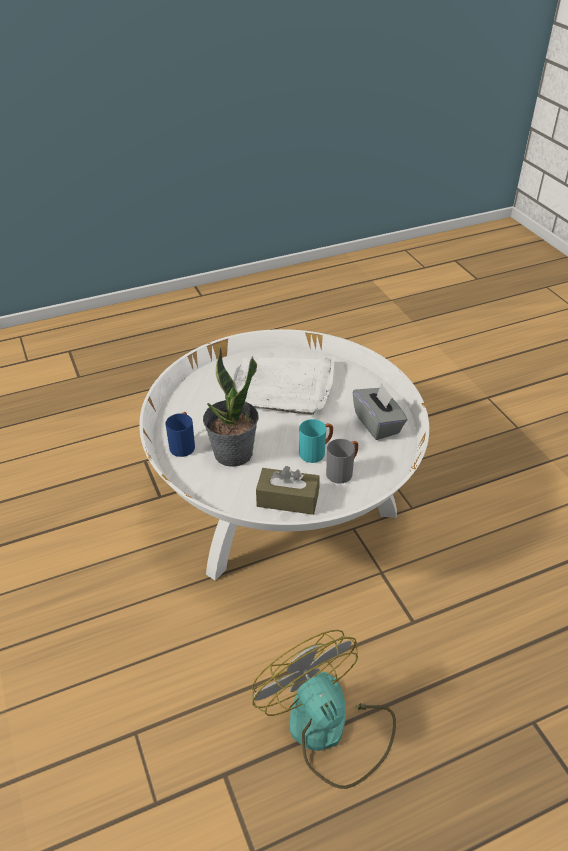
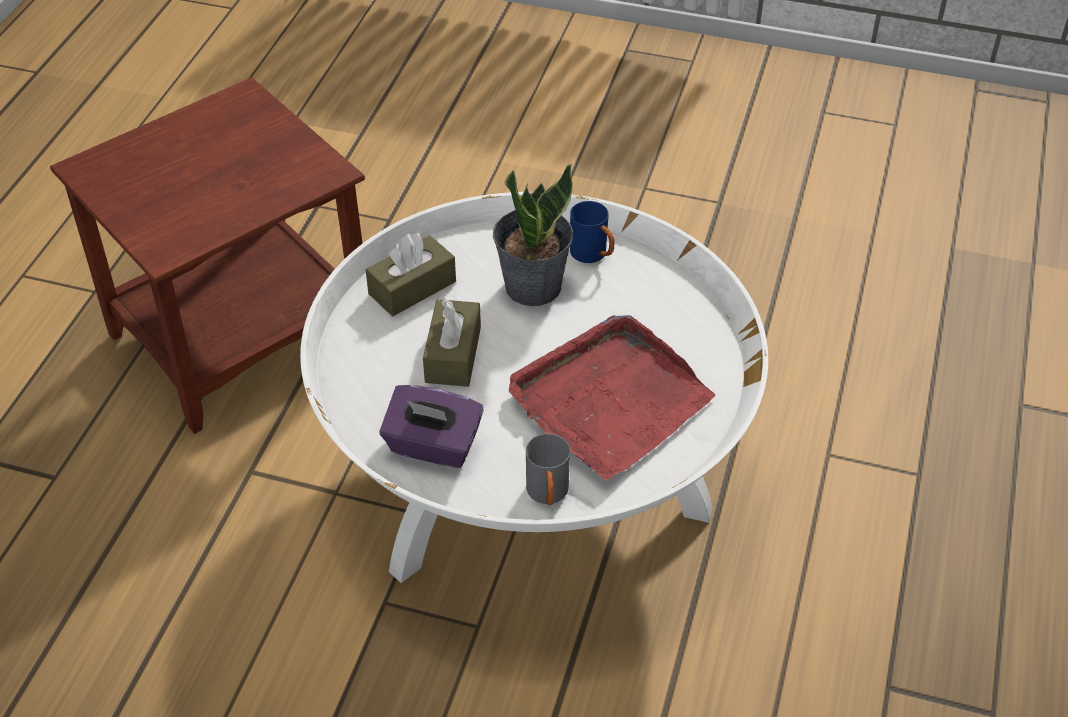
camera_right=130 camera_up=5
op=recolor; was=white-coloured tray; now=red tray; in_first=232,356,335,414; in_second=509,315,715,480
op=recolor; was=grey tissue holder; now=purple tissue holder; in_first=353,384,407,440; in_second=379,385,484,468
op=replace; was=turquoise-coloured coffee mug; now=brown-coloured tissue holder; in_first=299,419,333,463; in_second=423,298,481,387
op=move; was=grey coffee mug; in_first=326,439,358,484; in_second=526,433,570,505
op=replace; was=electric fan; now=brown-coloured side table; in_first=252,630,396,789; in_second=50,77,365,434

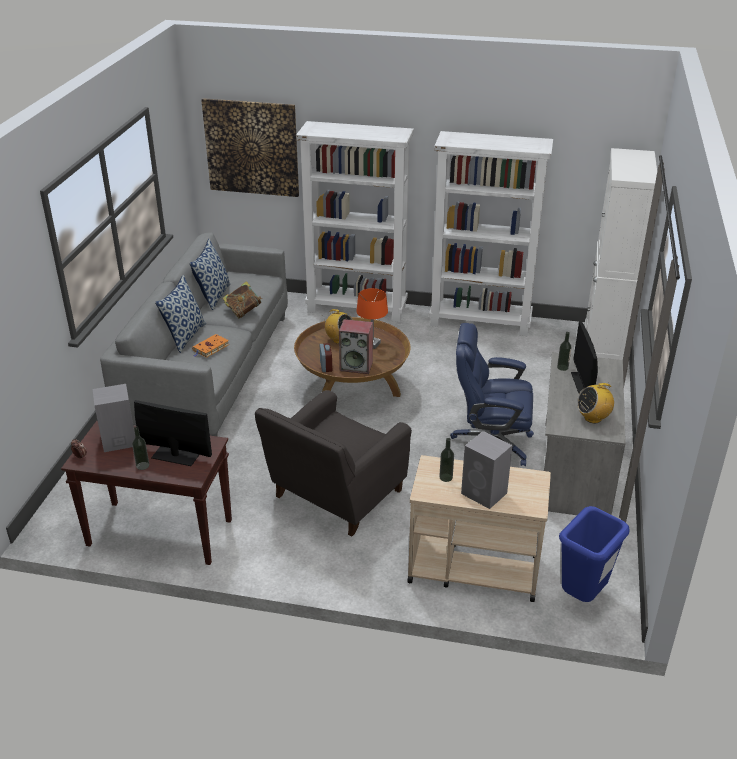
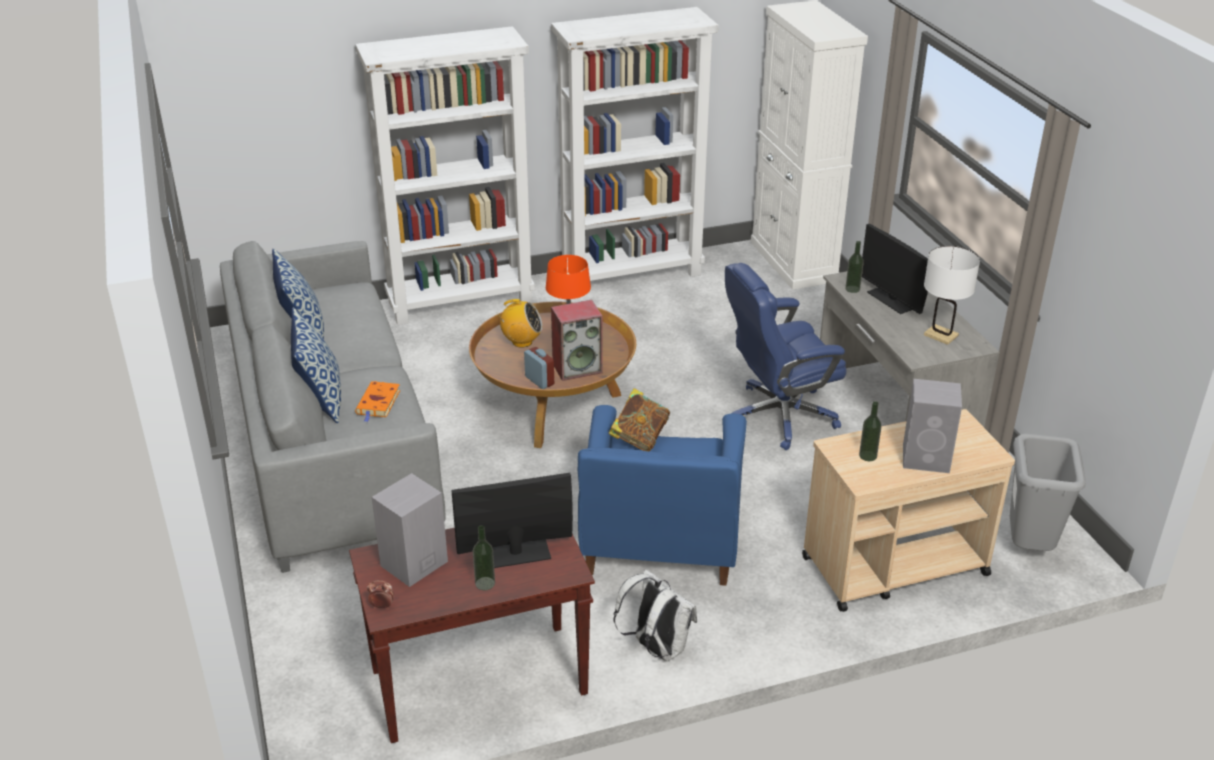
camera_right=-30 camera_up=0
op=delete; was=picture; in_first=201,98,299,197
op=move; was=book; in_first=222,281,263,318; in_second=609,388,670,451
op=replace; was=radio receiver; now=white-coloured lamp for a table; in_first=577,383,614,423; in_second=924,246,980,345
op=recolor; was=grey armchair; now=blue-coloured armchair; in_first=255,390,412,537; in_second=578,405,747,586
op=recolor; was=blue-coloured waste bin; now=grey waste bin; in_first=559,506,629,602; in_second=1010,434,1086,551
op=insert; now=white-coloured backpack; in_second=614,569,697,661

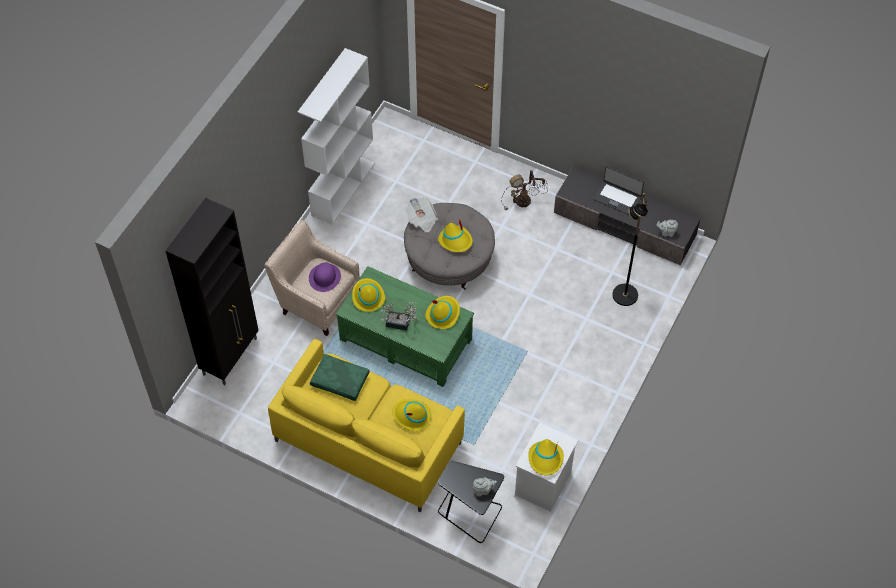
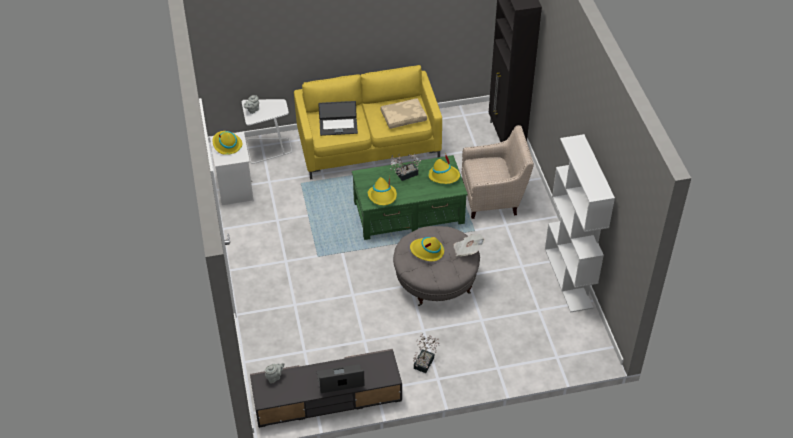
camera_right=140 camera_up=-10
op=replace; was=lamp for a table; now=potted plant; in_first=501,170,548,210; in_second=413,333,440,373
op=delete; was=black-coloured standing lamp; in_first=612,193,648,306
op=delete; was=purple clothing hat; in_first=309,262,341,292
op=recolor; was=green pillow; now=sand-coloured pillow; in_first=310,354,370,401; in_second=380,98,427,129
op=replace; was=yellow clothing hat; now=laptop; in_first=392,399,431,432; in_second=318,101,358,136
op=recolor; was=black-coloured side table; now=white-coloured side table; in_first=438,461,504,543; in_second=242,99,292,164

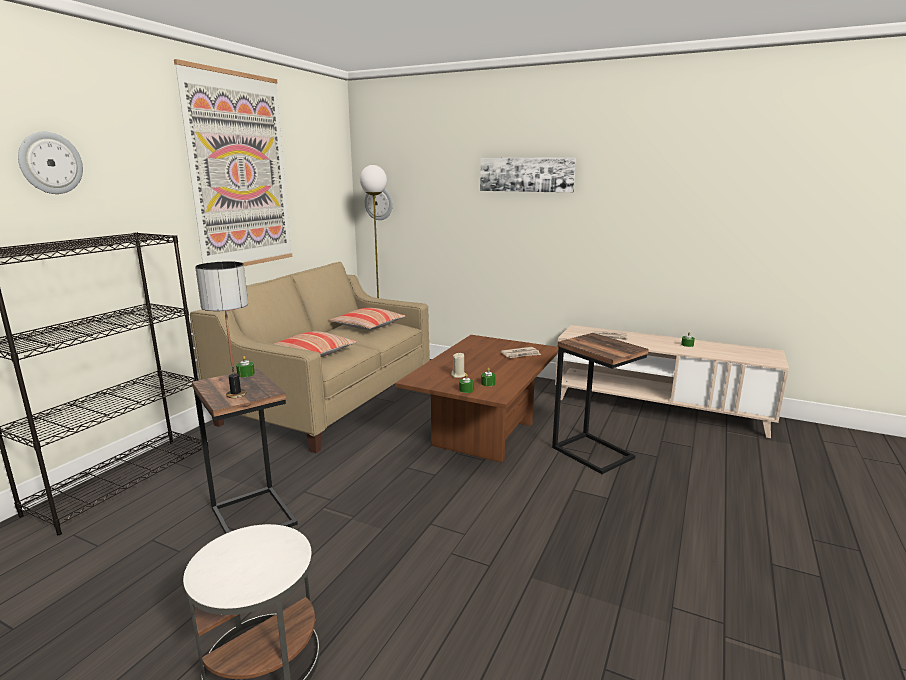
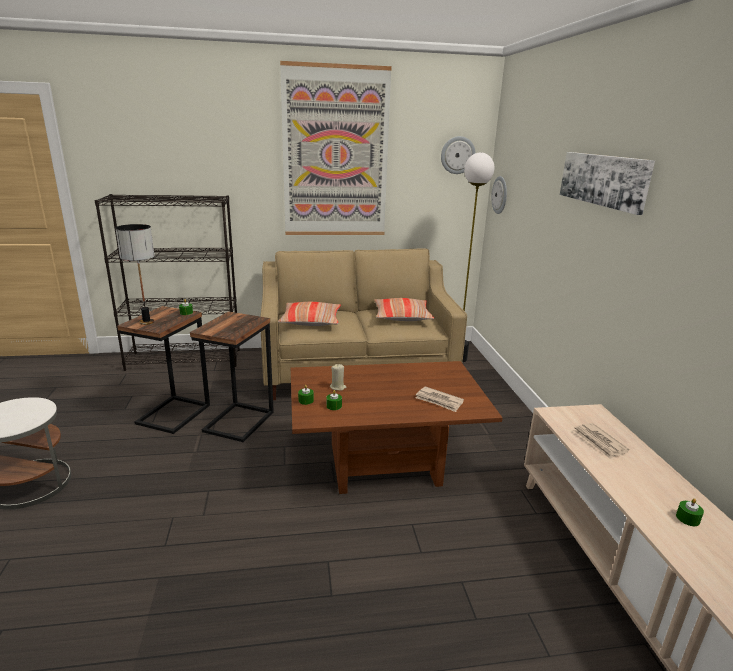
camera_right=55 camera_up=5
op=move; was=wall clock; in_first=18,132,83,194; in_second=441,136,476,174
op=move; was=side table; in_first=552,333,649,474; in_second=190,311,274,442

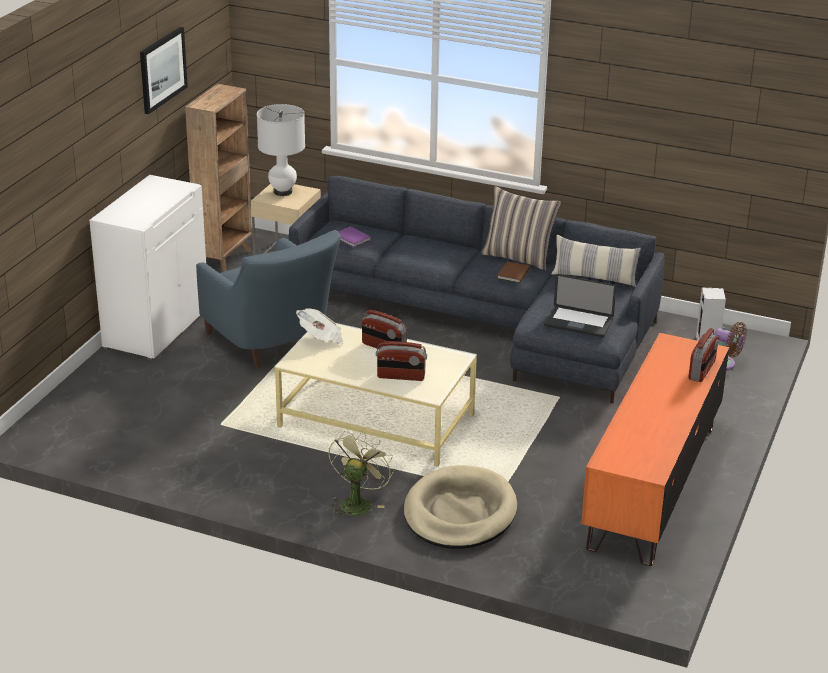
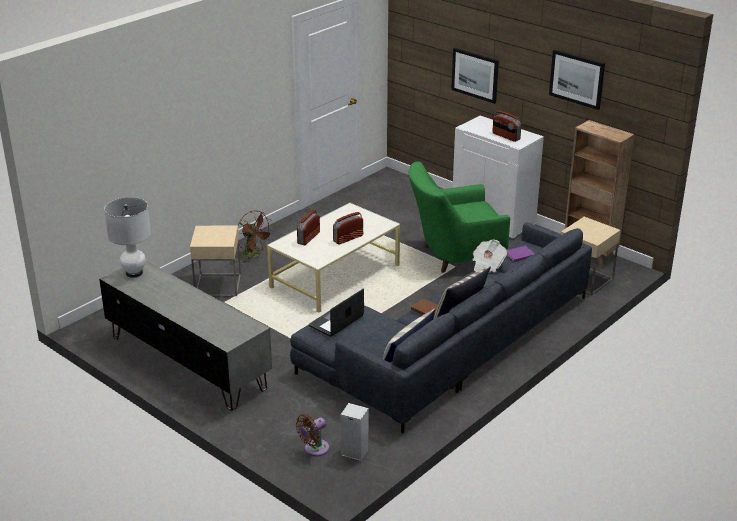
camera_right=110 camera_up=0
op=move; was=white-coloured lamp for a table; in_first=257,104,305,196; in_second=104,197,151,278
op=recolor; was=blue-coloured armchair; now=green armchair; in_first=196,230,341,368; in_second=409,161,510,273
op=move; was=newspaper; in_first=296,308,344,344; in_second=473,239,507,272
op=move; was=radio receiver; in_first=689,328,719,382; in_second=492,111,521,142
op=recolor; was=orange-coloured media console; now=grey media console; in_first=581,333,729,566; in_second=99,261,272,411
op=recolor; was=green electric fan; now=brown-coloured electric fan; in_first=329,431,394,518; in_second=238,210,272,263
op=replace; was=sand-coloured dog bed; now=sand-coloured side table; in_first=404,465,517,549; in_second=190,226,241,297
op=insert; now=picture; in_second=451,48,499,104

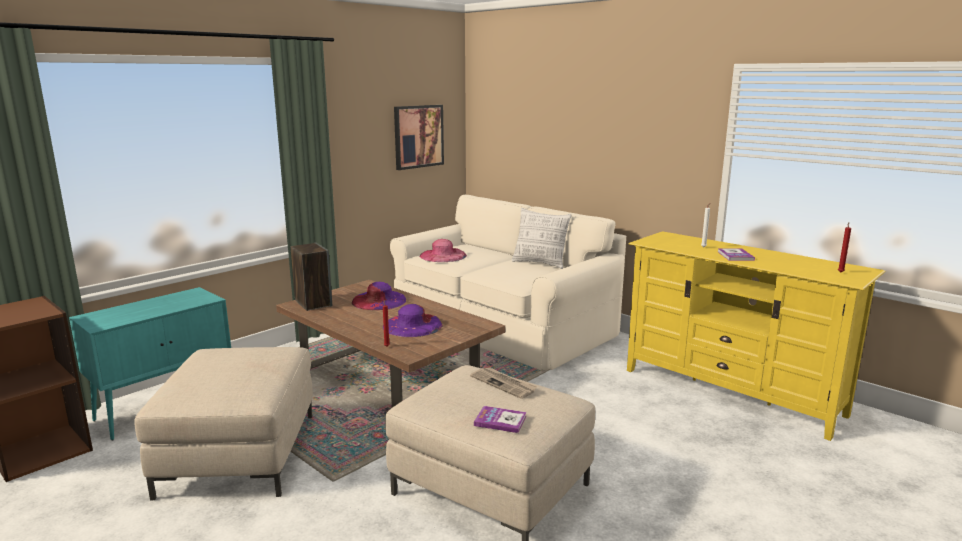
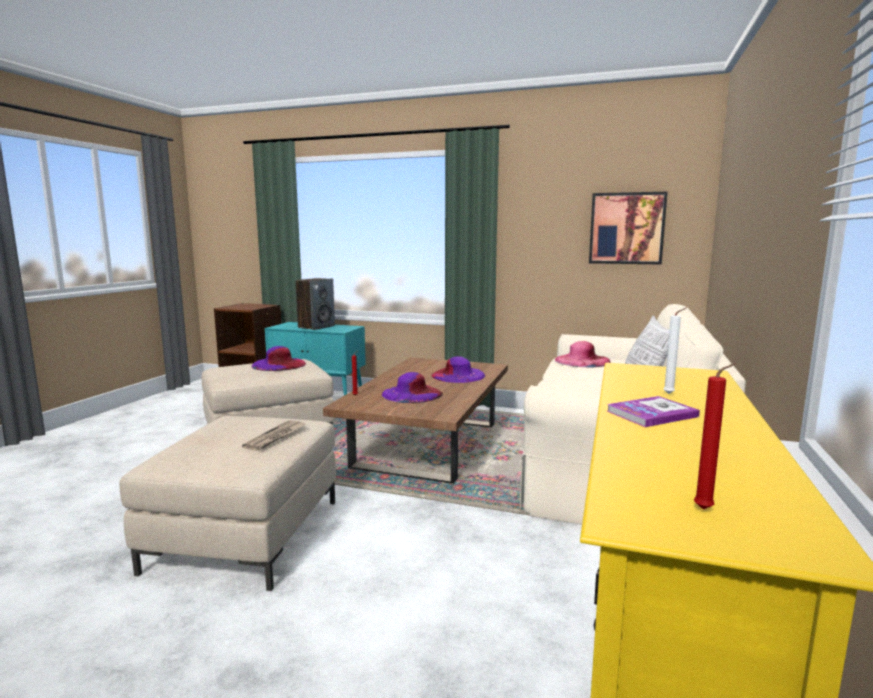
camera_right=65 camera_up=-5
op=move; was=audio speaker; in_first=291,242,332,311; in_second=296,278,335,330
op=delete; was=book; in_first=474,406,527,433
op=insert; now=purple clothing hat; in_second=252,346,306,371

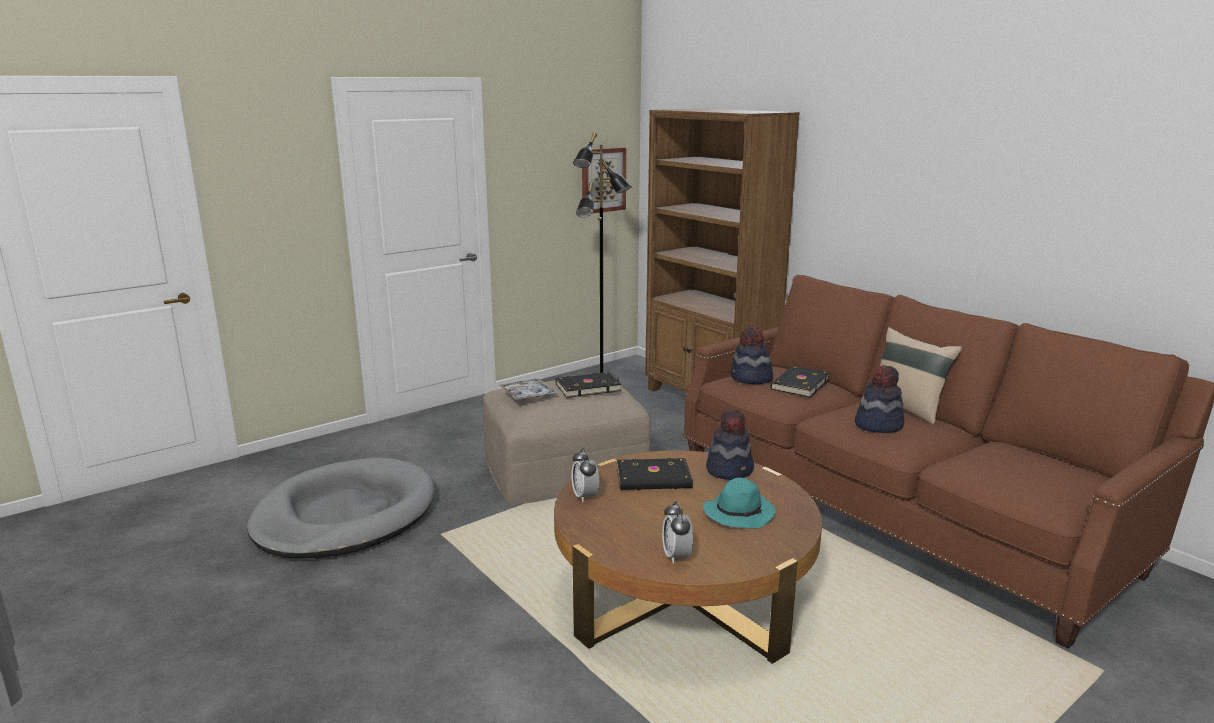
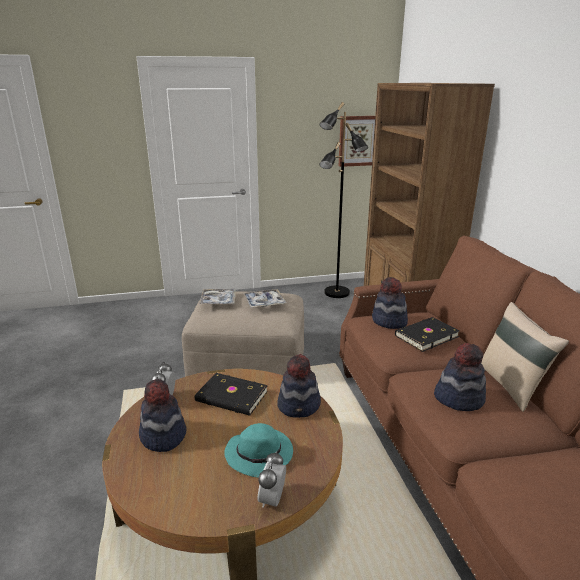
camera_right=25 camera_up=5
op=replace; was=black-coloured book; now=tray; in_first=555,372,621,398; in_second=243,289,287,307
op=delete; was=grey dog bed; in_first=247,457,434,559
op=move; was=table clock; in_first=662,501,693,564; in_second=258,451,286,508
op=insert; now=clothing hat; in_second=139,379,187,452

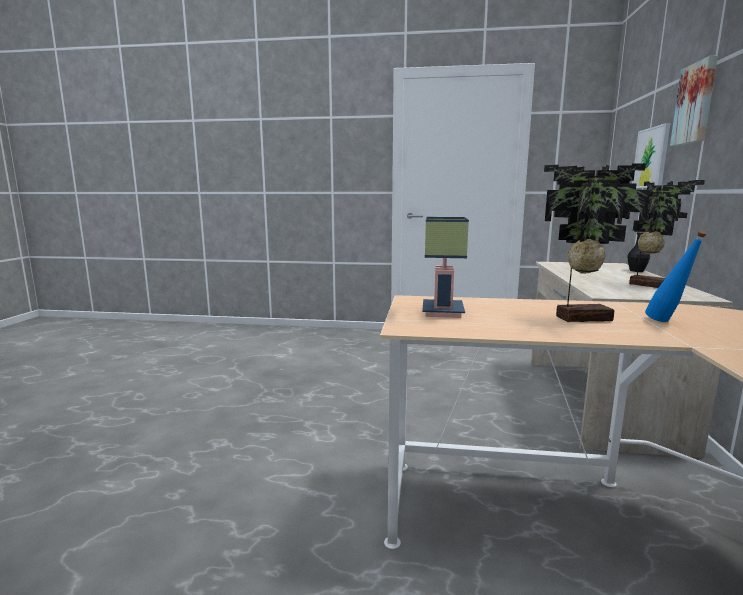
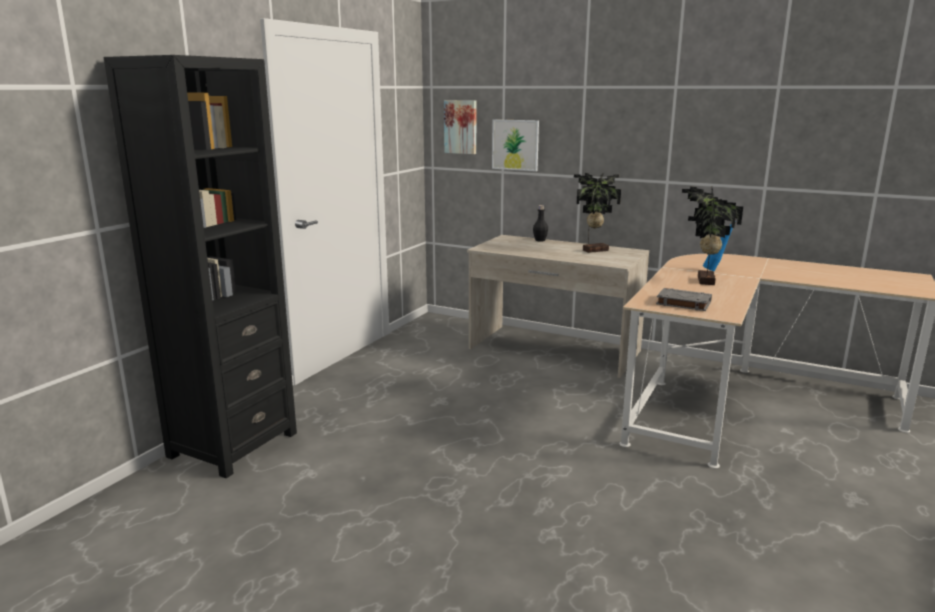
camera_right=-70 camera_up=5
op=move; was=picture; in_first=670,55,718,146; in_second=444,100,476,154
op=replace; was=lamp for a table; now=grey book; in_first=422,217,469,318; in_second=656,288,712,311
op=insert; now=black-coloured bookcase; in_second=104,55,297,478

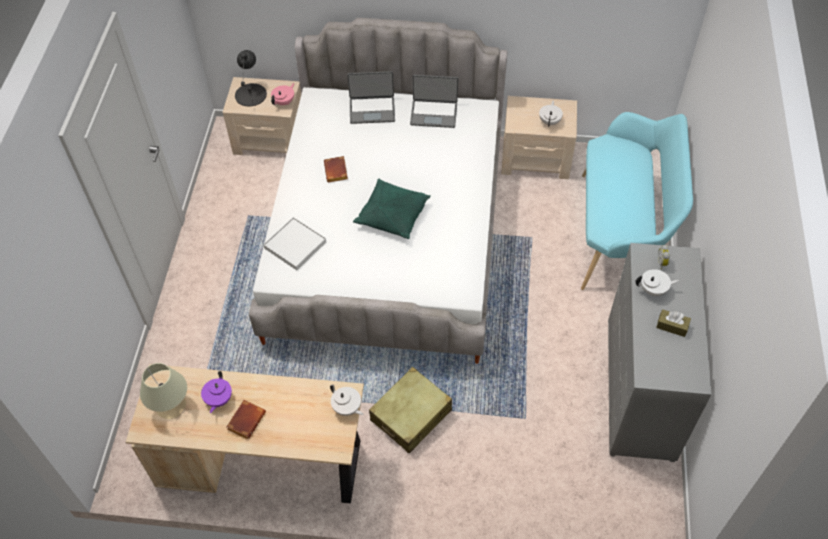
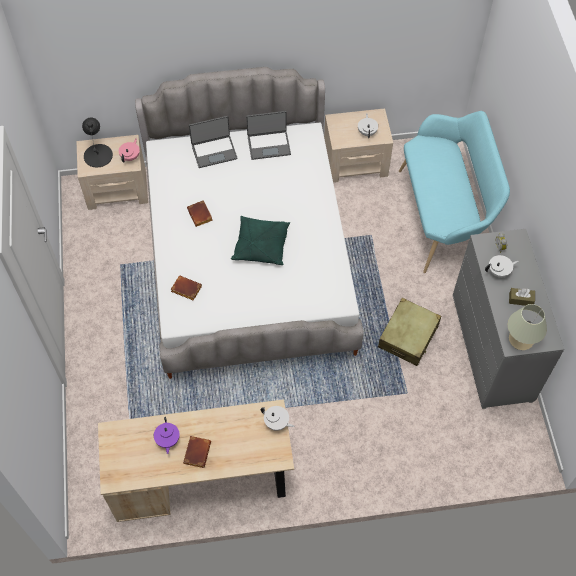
camera_right=-15 camera_up=5
op=replace; was=white-coloured tray; now=brown-coloured book; in_first=263,217,326,270; in_second=171,275,202,301
op=move; was=sand-coloured lamp for a table; in_first=140,363,187,419; in_second=508,304,547,350
op=move; was=sand-coloured piece of luggage; in_first=369,367,452,453; in_second=378,298,441,366

